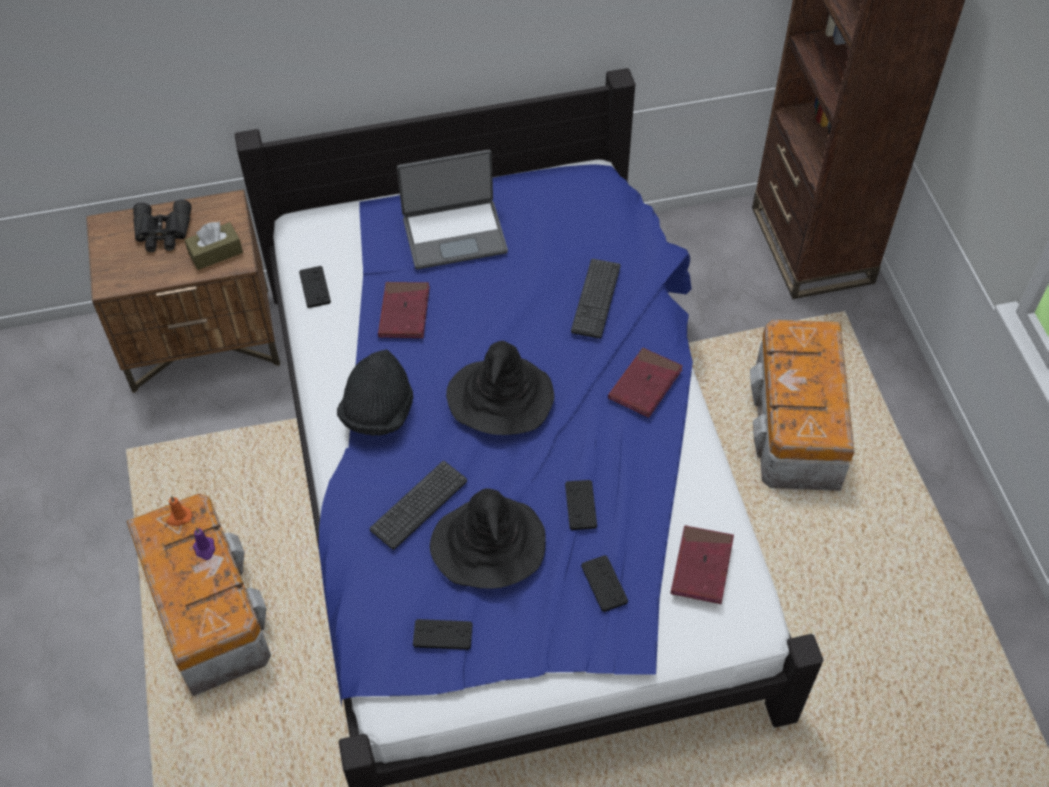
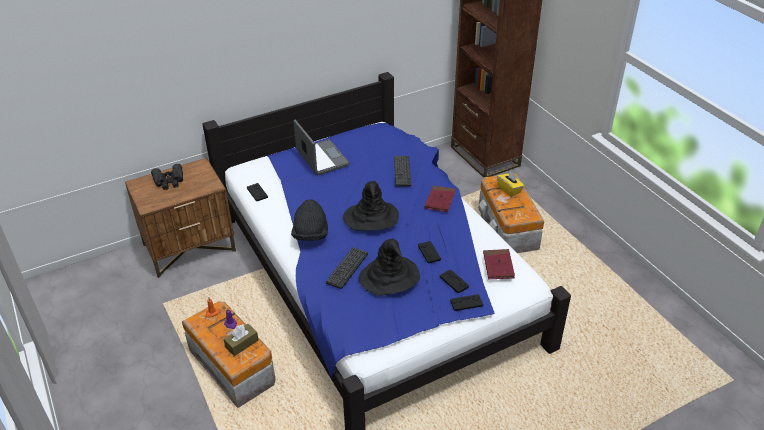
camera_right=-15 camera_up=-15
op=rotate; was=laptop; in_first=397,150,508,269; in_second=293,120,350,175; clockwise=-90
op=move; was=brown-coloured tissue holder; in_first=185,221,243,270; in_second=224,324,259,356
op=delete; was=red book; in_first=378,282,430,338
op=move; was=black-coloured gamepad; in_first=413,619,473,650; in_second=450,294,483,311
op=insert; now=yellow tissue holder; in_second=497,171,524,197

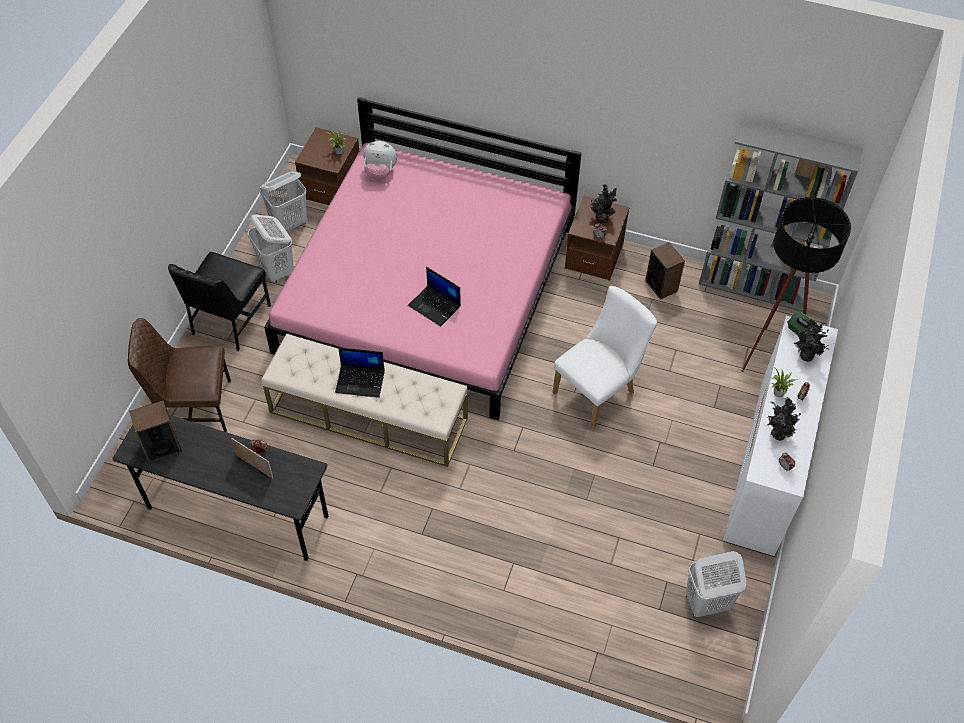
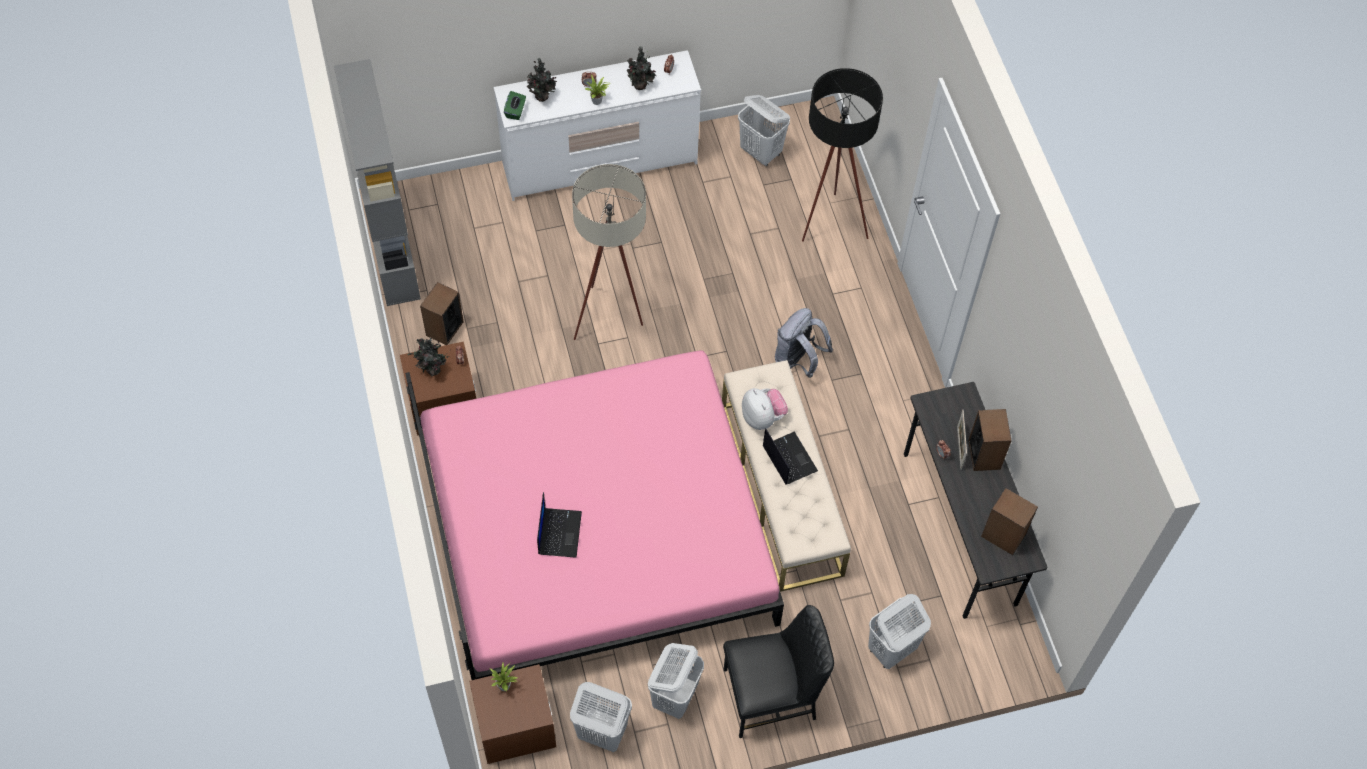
camera_right=-125 camera_up=5
op=move; was=soft toy; in_first=363,141,397,180; in_second=742,388,788,430
op=move; was=black-coloured standing lamp; in_first=741,197,851,372; in_second=802,68,883,242
op=move; was=laptop; in_first=408,267,461,326; in_second=537,492,582,558
op=replace; was=white-coloured upright chair; now=sand-coloured standing lamp; in_first=553,286,657,428; in_second=572,164,646,340
op=replace; was=brown-coloured upright chair; now=white-coloured hamper; in_first=128,318,231,432; in_second=868,594,931,669
op=insert; now=grey backpack; in_second=775,308,833,378
op=insert; now=audio speaker; in_second=968,409,1012,471

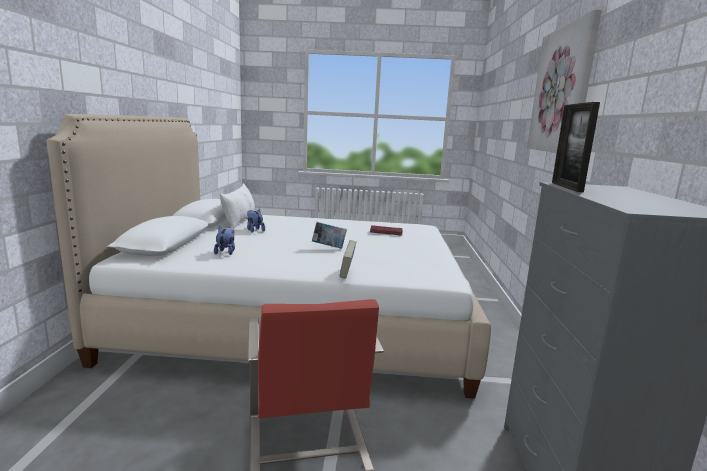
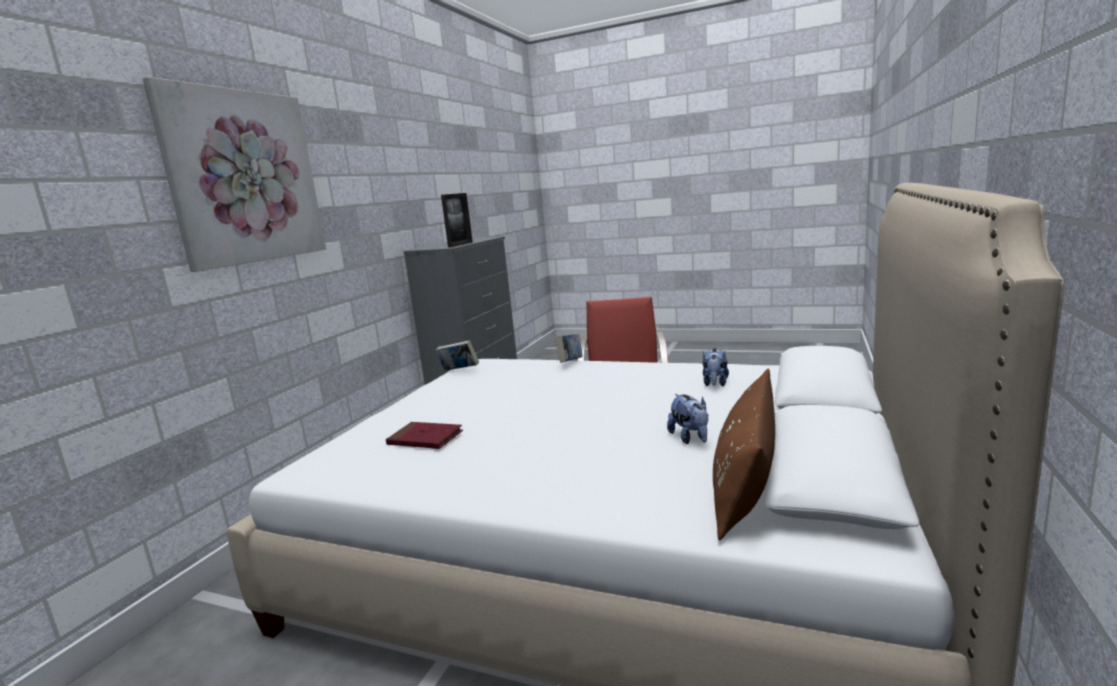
camera_right=-160 camera_up=0
op=recolor; was=white-coloured pillow; now=brown-coloured pillow; in_first=220,183,255,229; in_second=713,369,775,541
op=move; was=book; in_first=312,222,347,249; in_second=436,340,479,371

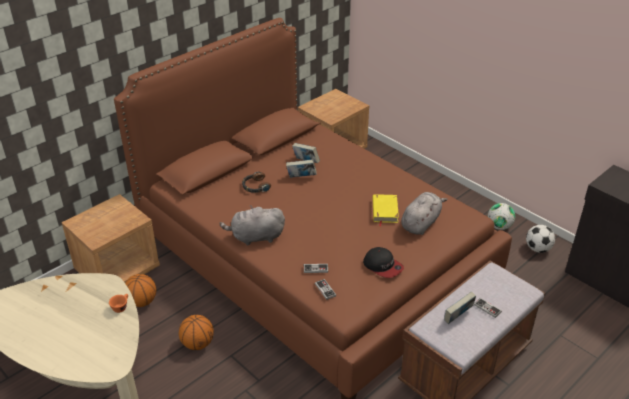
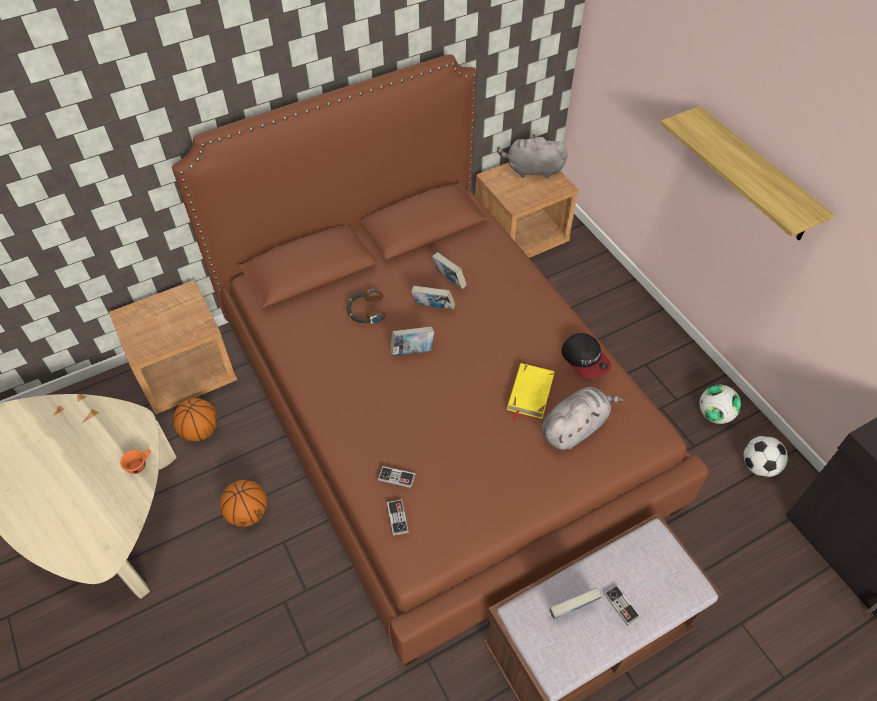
camera_right=15 camera_up=15
op=move; was=grey soft toy; in_first=219,205,285,246; in_second=497,134,567,179
op=move; was=cap; in_first=363,247,404,278; in_second=562,333,611,379
op=insert; now=shelf; in_second=661,106,834,240
op=insert; now=book; in_second=391,326,434,356

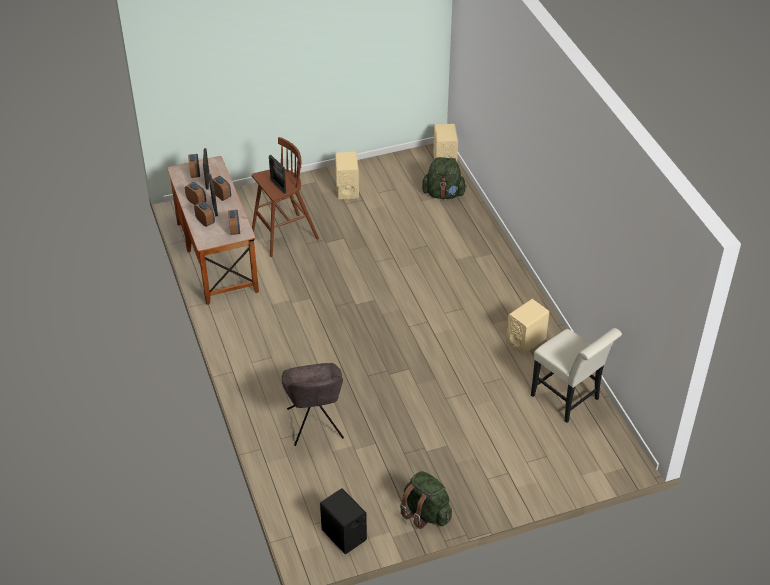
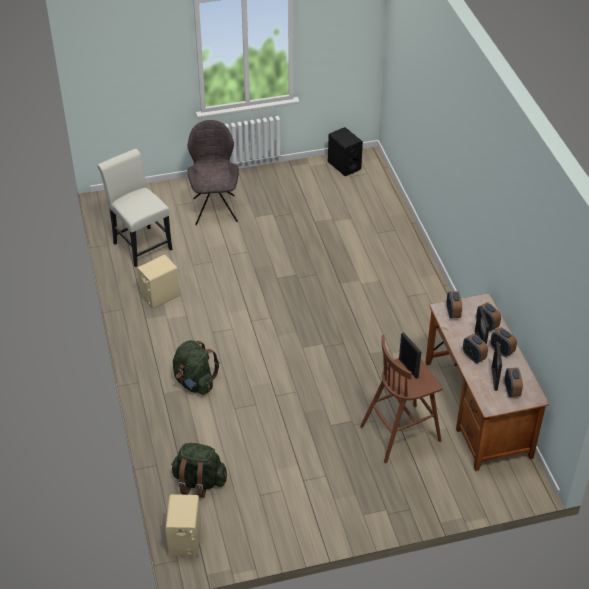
camera_right=-175 camera_up=0
op=delete; was=sand-coloured audio speaker; in_first=335,152,359,199
op=move; was=grey upright chair; in_first=282,363,344,446; in_second=187,120,239,225
op=move; was=green backpack; in_first=400,471,452,529; in_second=173,340,219,395

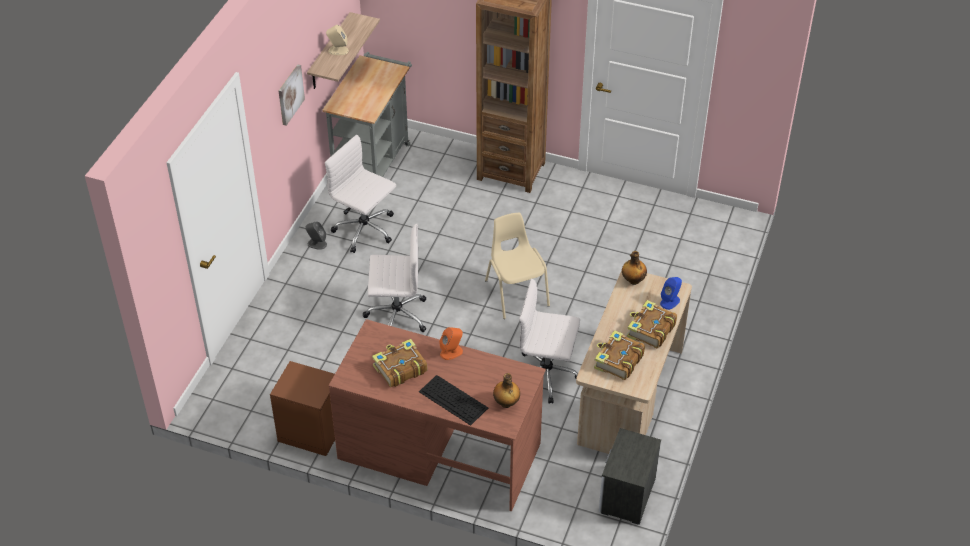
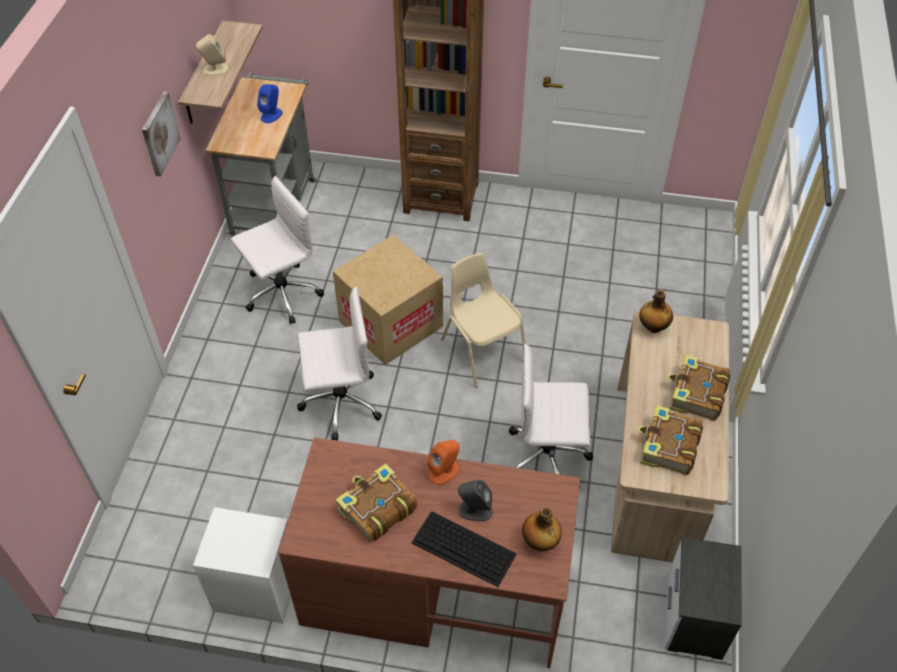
camera_right=-10 camera_up=5
op=rotate; was=white-coloured office chair; in_first=325,135,396,253; in_second=231,176,324,324; clockwise=120
op=move; was=grey audio speaker; in_first=305,221,327,250; in_second=458,480,493,521
op=move; was=blue-coloured audio speaker; in_first=660,277,682,310; in_second=257,84,283,123
op=recolor; was=brown-coloured bedside table; now=white-coloured bedside table; in_first=270,361,335,456; in_second=193,507,291,623
op=insert; now=cardboard box; in_second=333,235,443,365

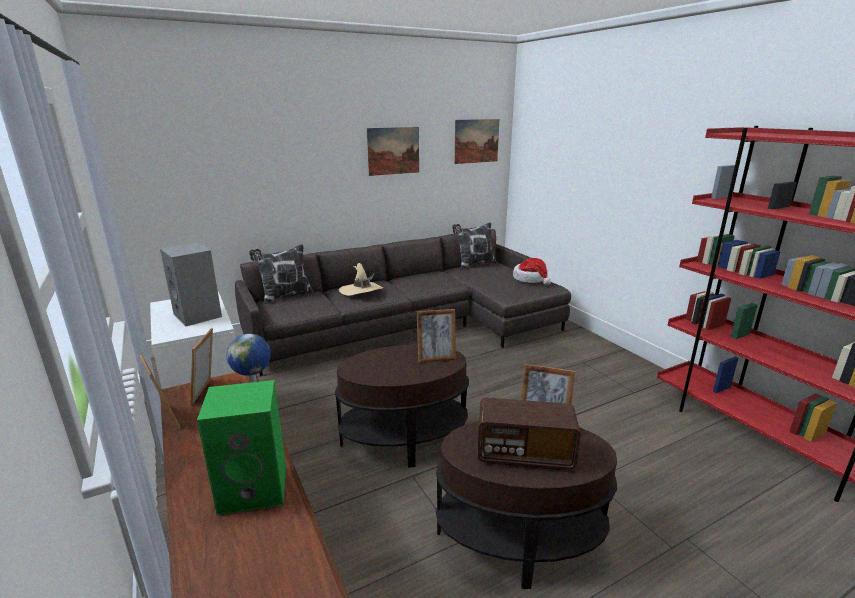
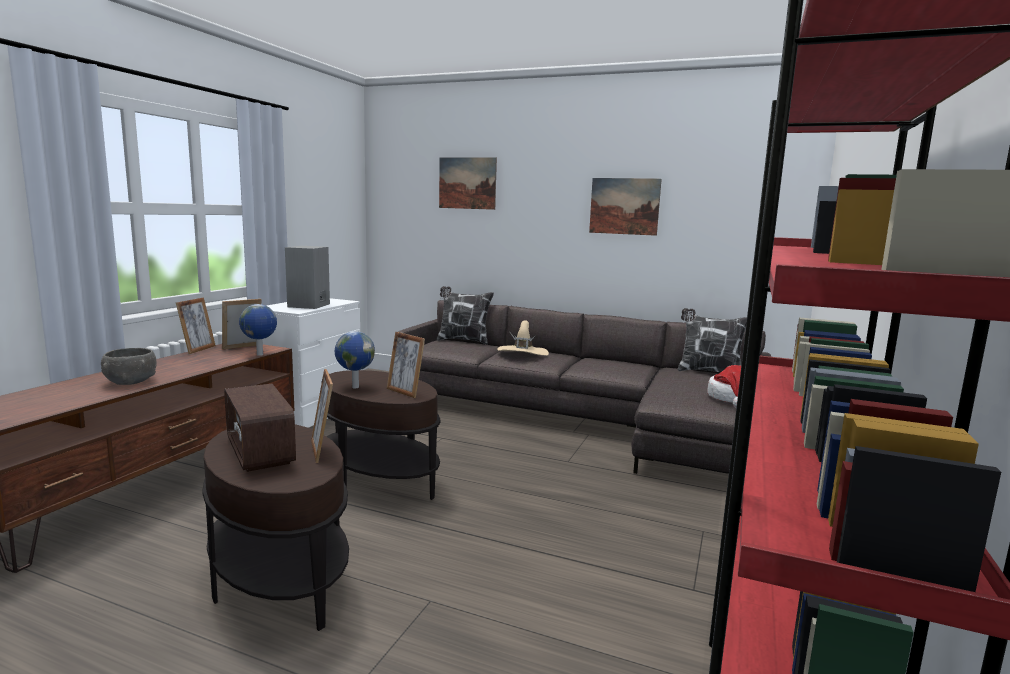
camera_right=50 camera_up=-10
op=move; was=picture; in_first=454,119,499,164; in_second=439,157,497,210
op=replace; was=green audio speaker; now=grey bowl; in_first=197,380,286,515; in_second=101,348,157,385
op=insert; now=world globe; in_second=335,331,375,388

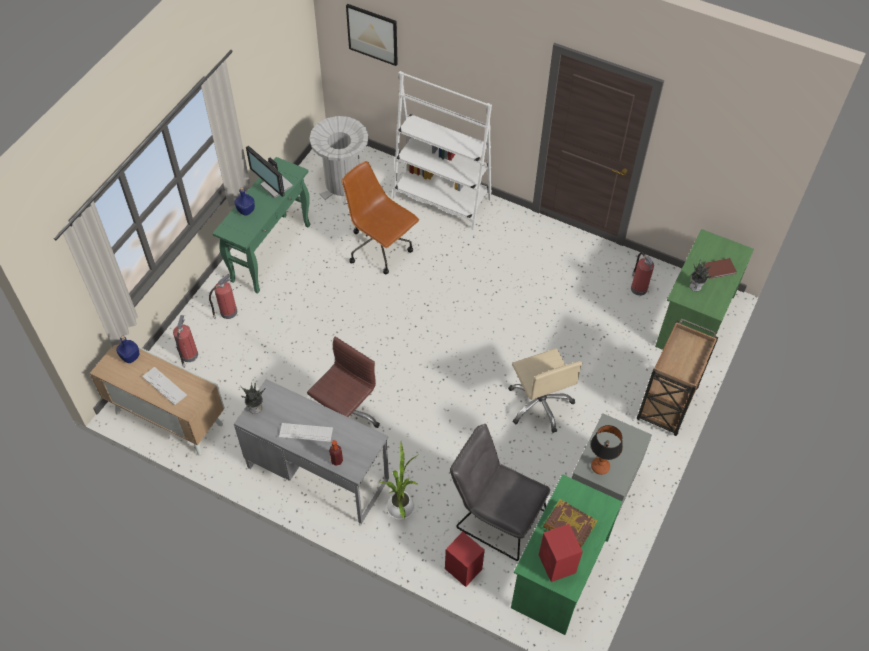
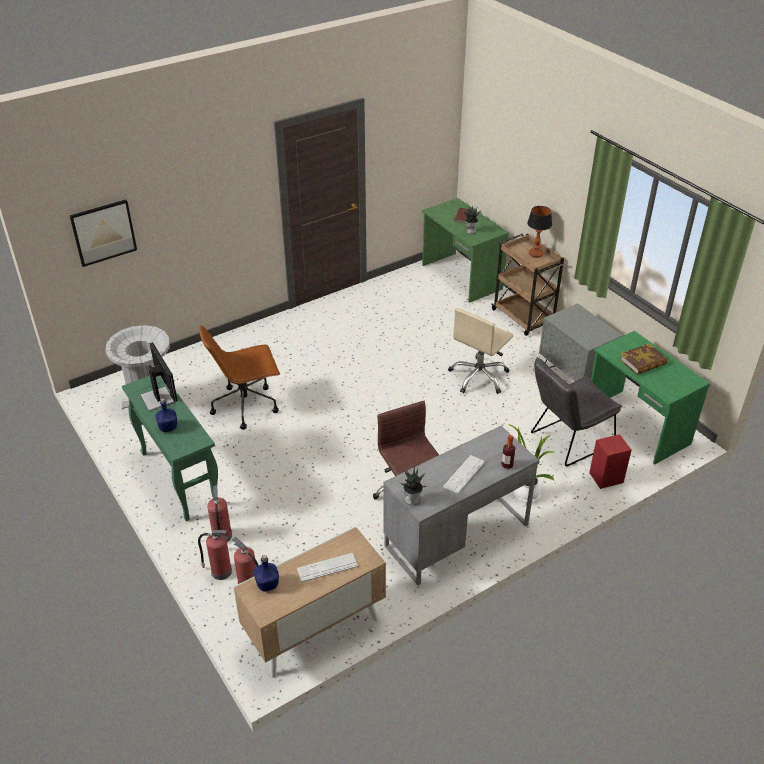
camera_right=-60 camera_up=-15
op=delete; was=white-coloured bookcase; in_first=393,71,492,230
op=rotate; was=monitor; in_first=246,146,293,198; in_second=140,342,178,411; clockwise=-105
op=move; was=extinguisher; in_first=631,252,654,296; in_second=198,530,232,580
op=rotate; was=sand-coloured office chair; in_first=508,348,582,433; in_second=448,308,513,394; clockwise=120
op=move; was=lamp for a table; in_first=591,425,623,475; in_second=527,206,552,258
op=delete; was=red audio speaker; in_first=539,524,583,582

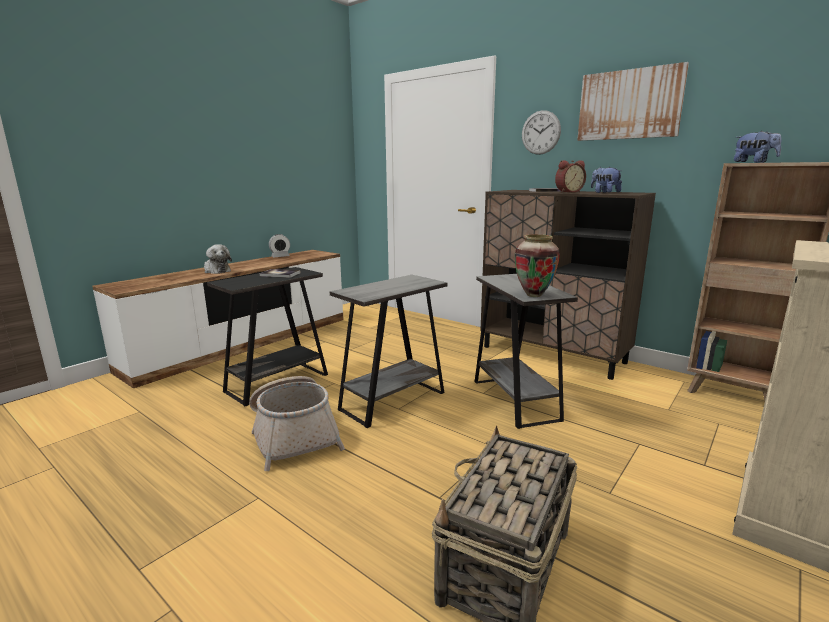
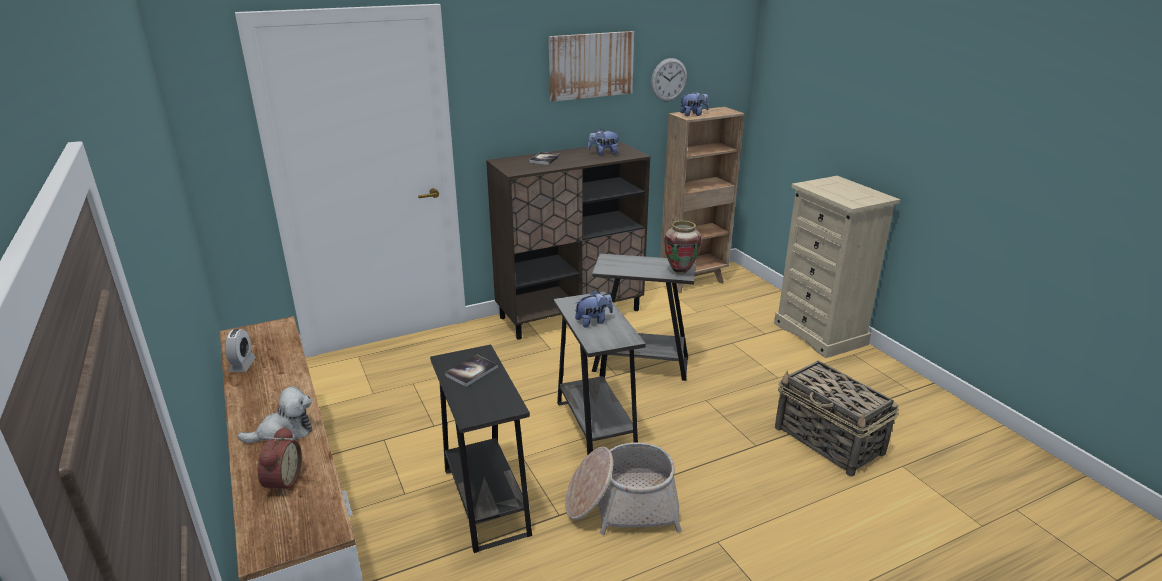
camera_right=-65 camera_up=10
op=move; was=wall clock; in_first=522,110,561,155; in_second=651,58,687,101
op=move; was=table clock; in_first=555,160,586,193; in_second=257,426,302,496
op=insert; now=soft toy; in_second=575,290,613,328

